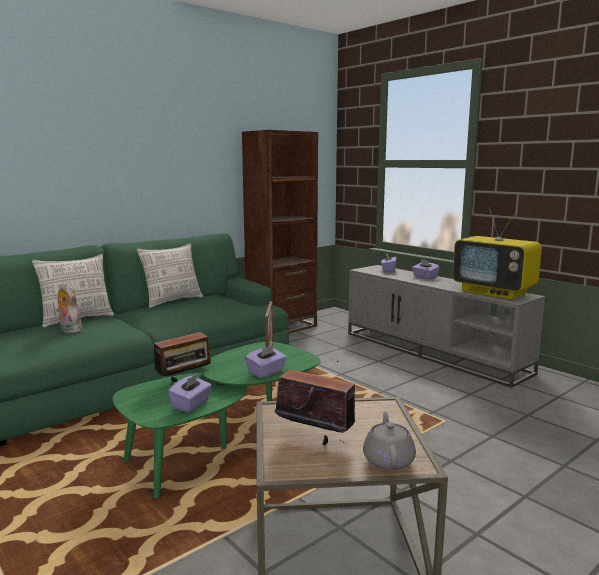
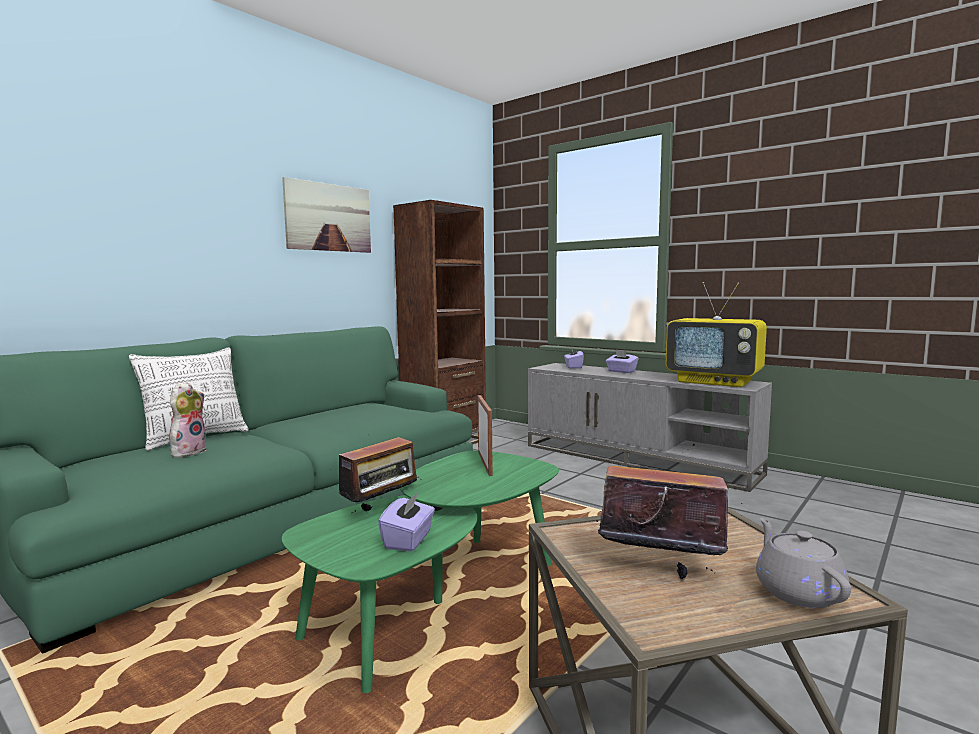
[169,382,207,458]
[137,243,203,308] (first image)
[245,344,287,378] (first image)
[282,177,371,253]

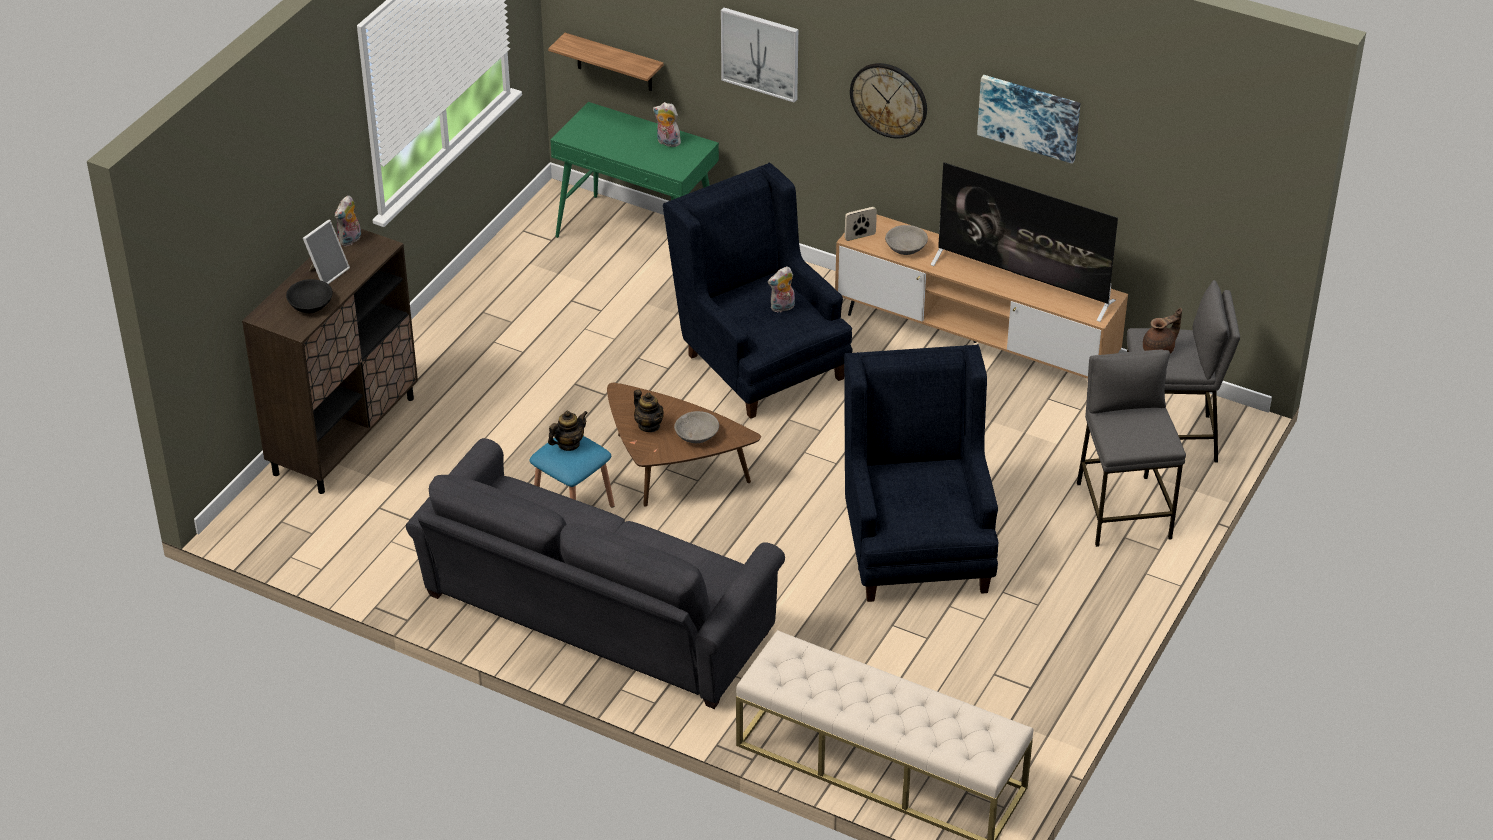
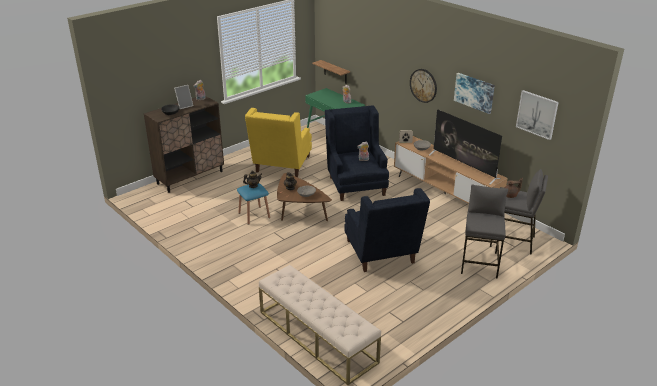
[406,438,785,709] (first image)
[516,90,559,140]
[344,188,430,272]
[245,108,312,177]

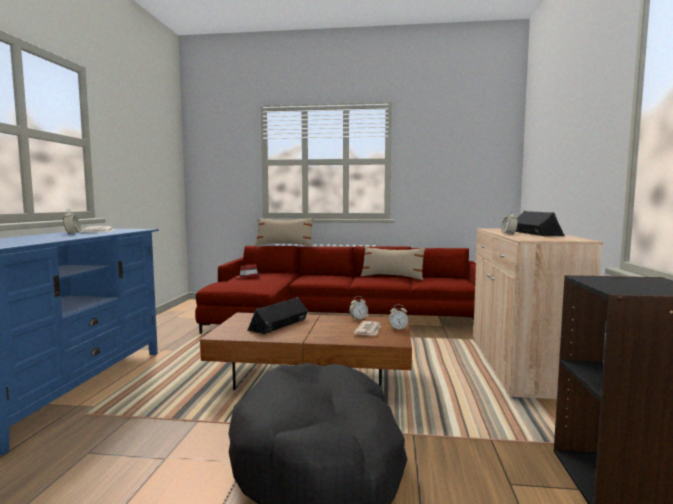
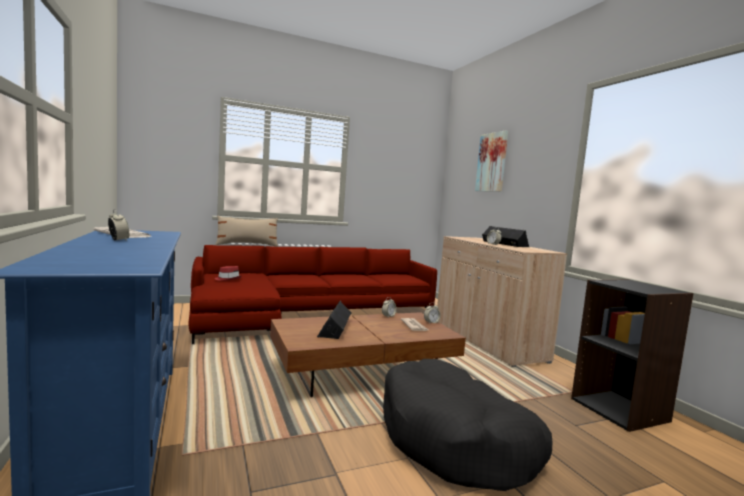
[361,247,426,280] (first image)
[475,130,508,192]

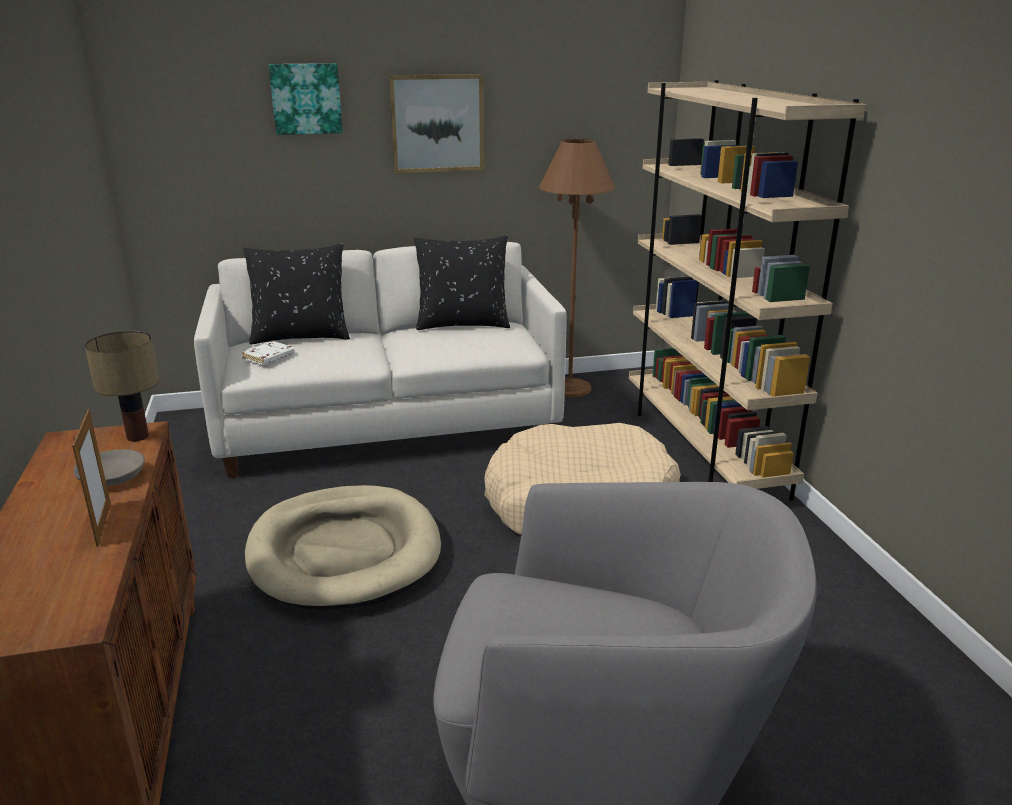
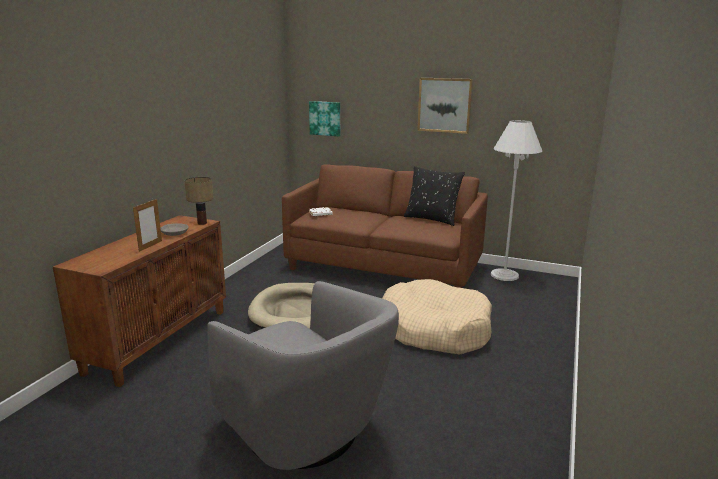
[282,164,488,288]
[243,243,350,345] (first image)
[309,101,340,136]
[491,120,542,281]
[629,80,866,501] (first image)

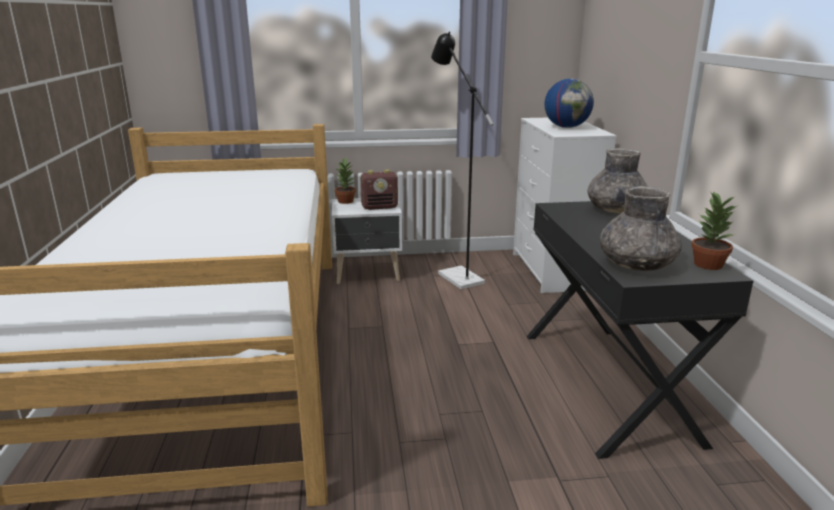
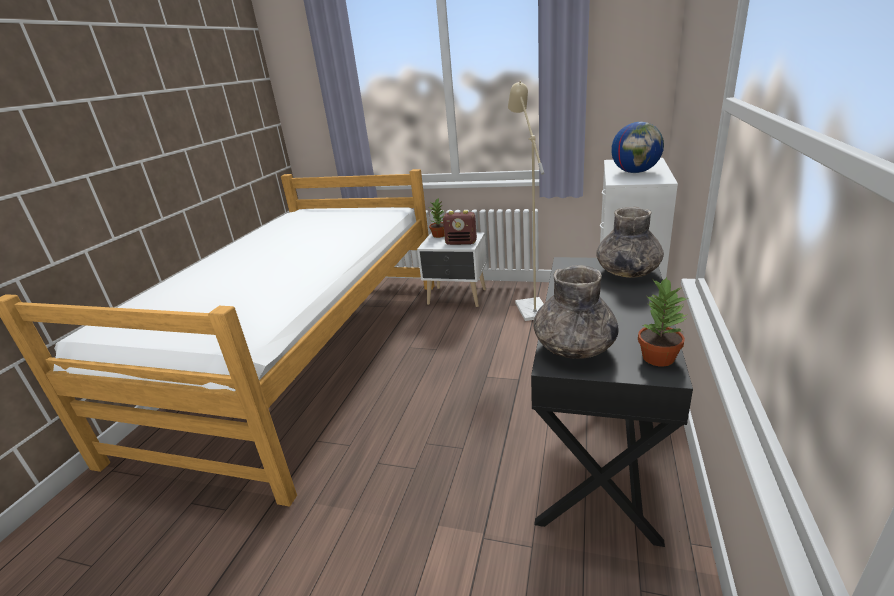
[508,81,544,321]

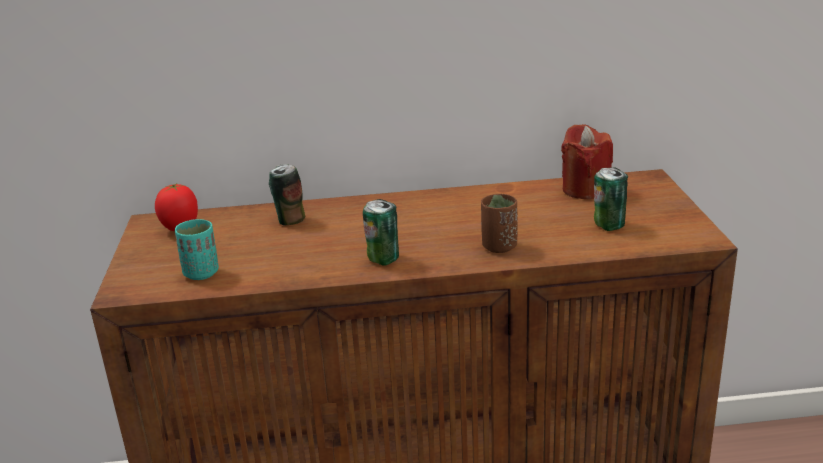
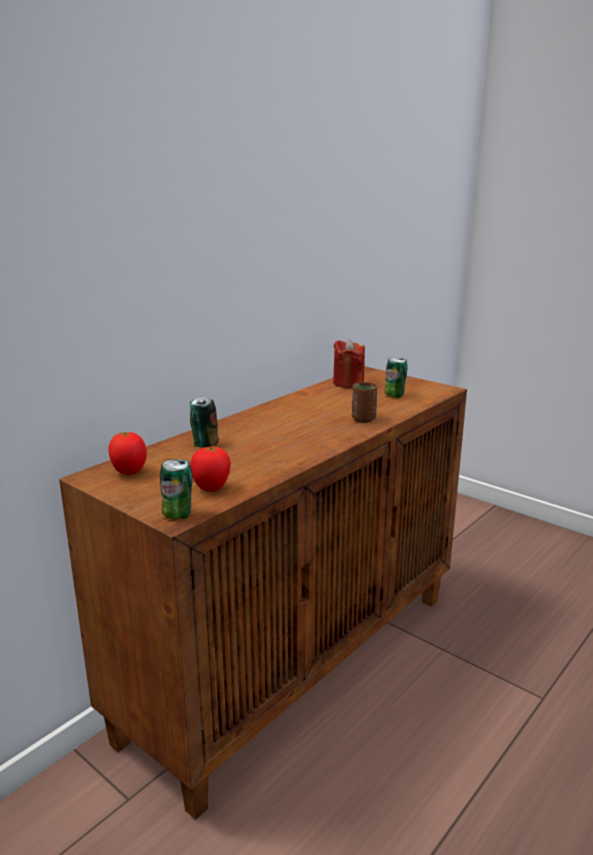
[190,446,231,492]
[160,459,193,519]

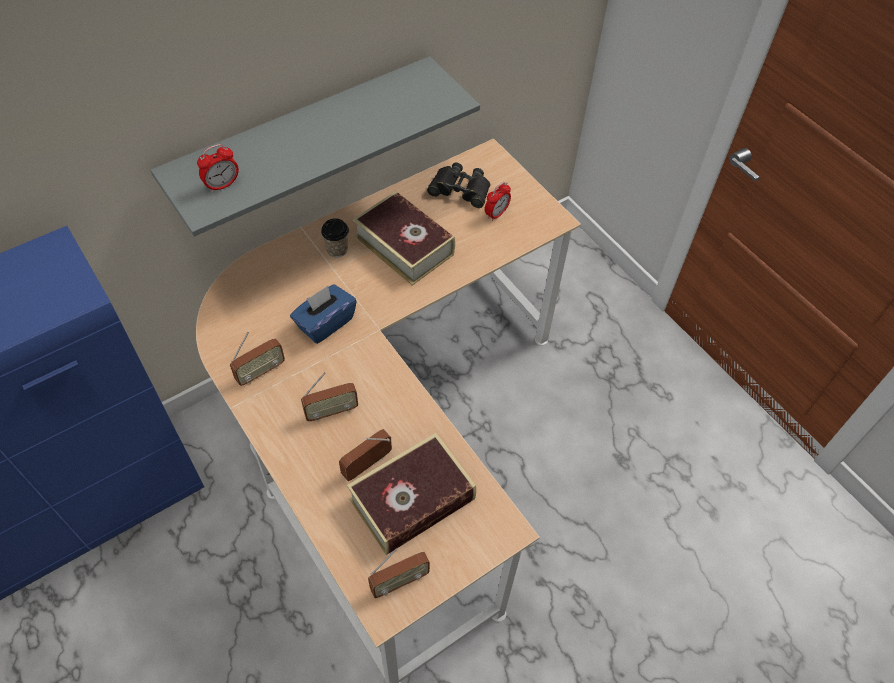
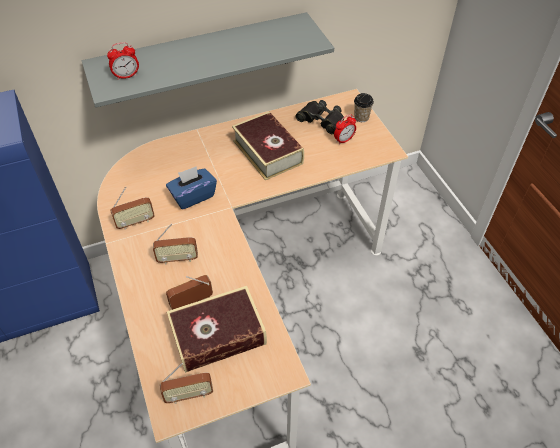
[354,93,374,122]

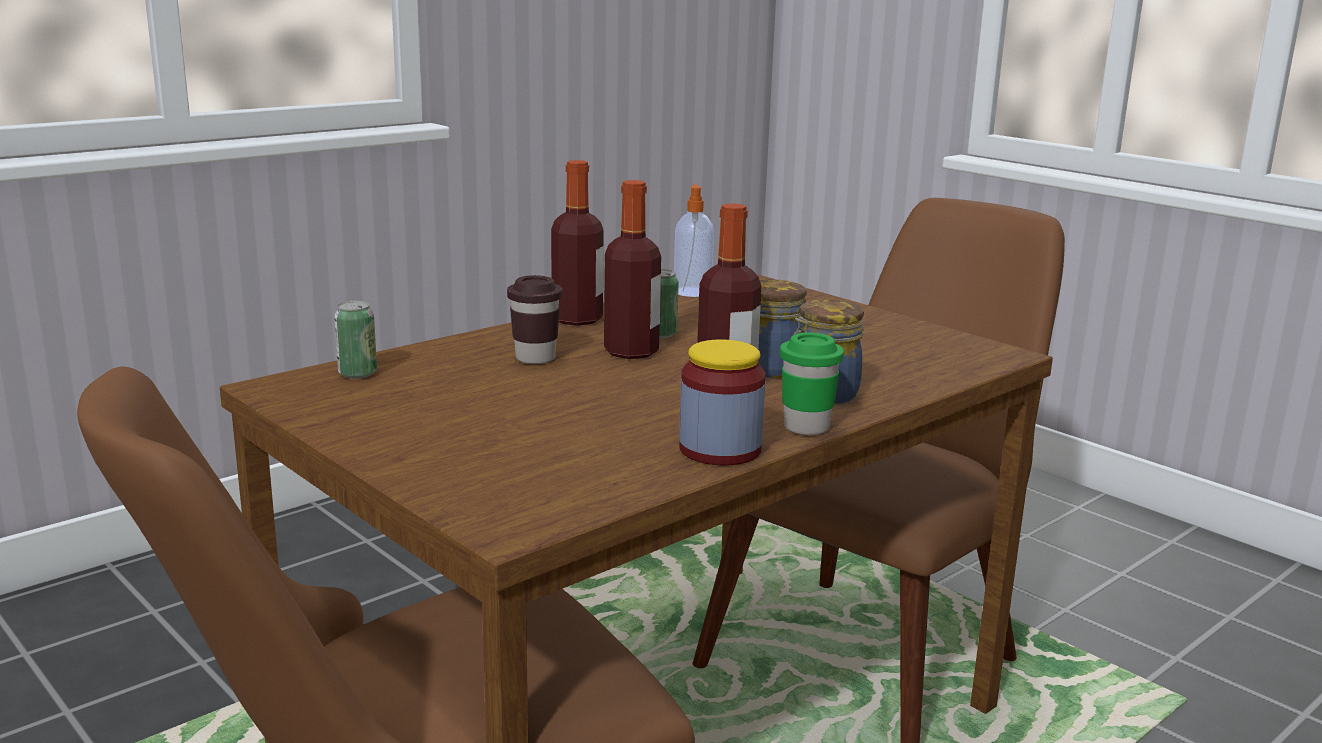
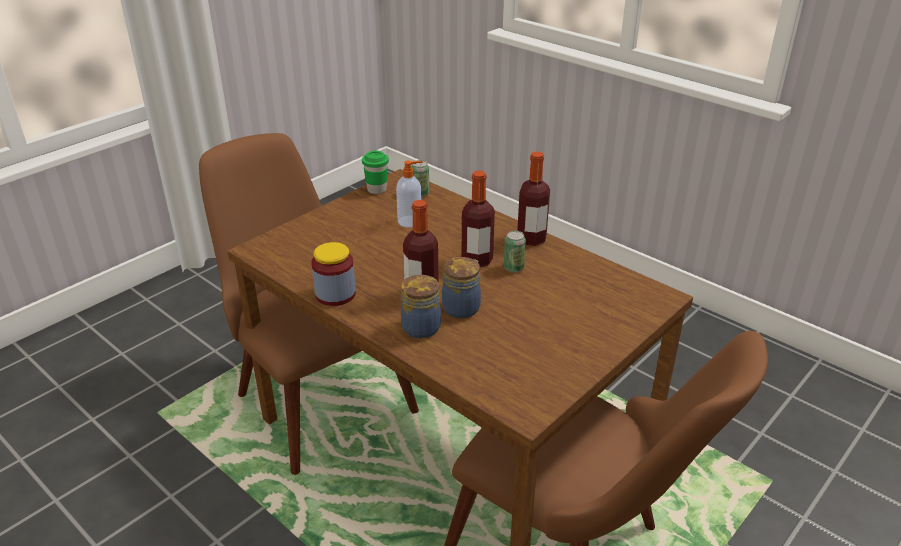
[507,275,562,364] (first image)
[396,161,423,228]
[362,151,389,194]

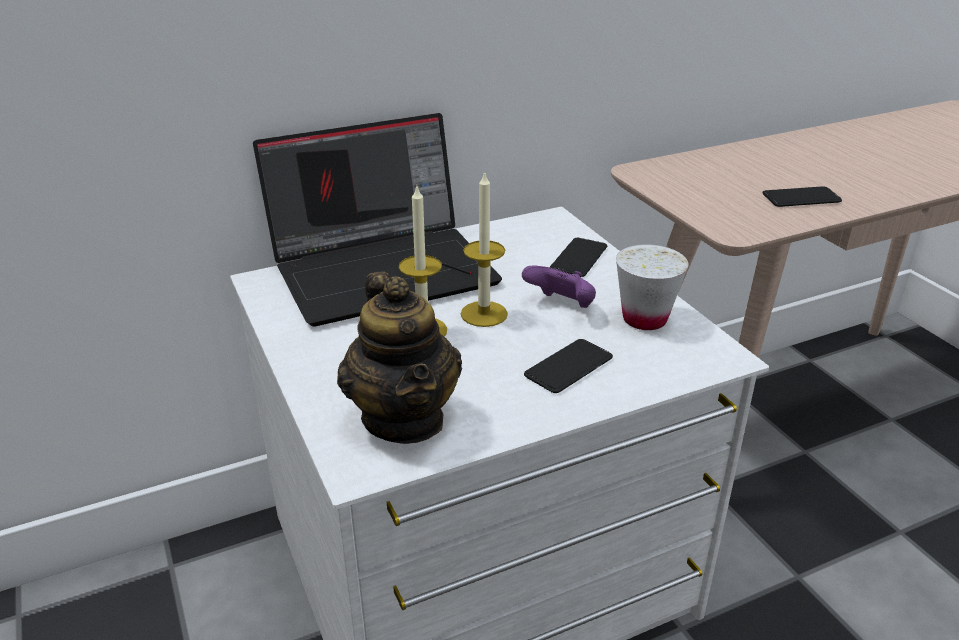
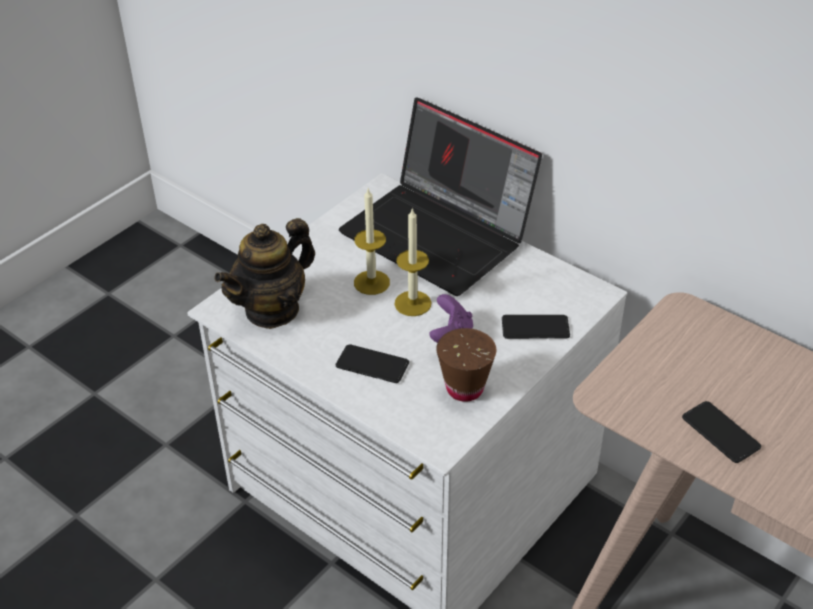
[436,328,496,402]

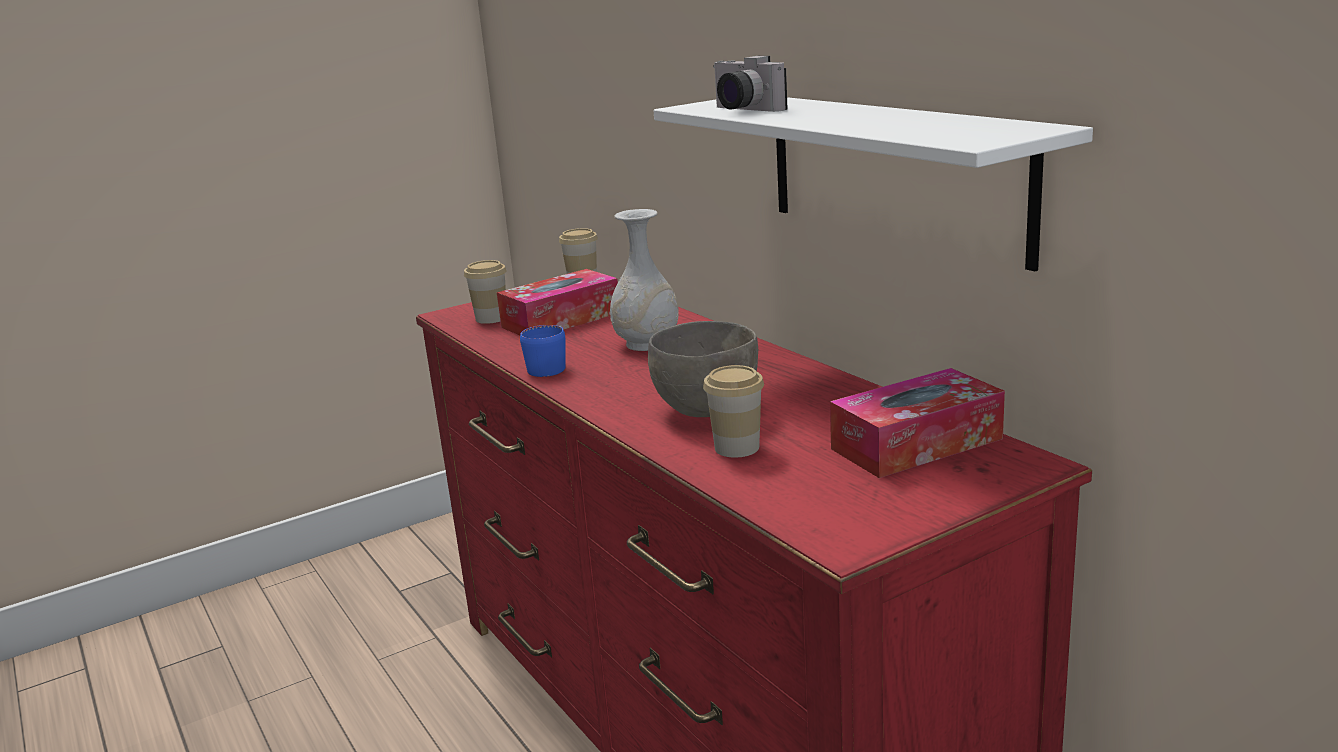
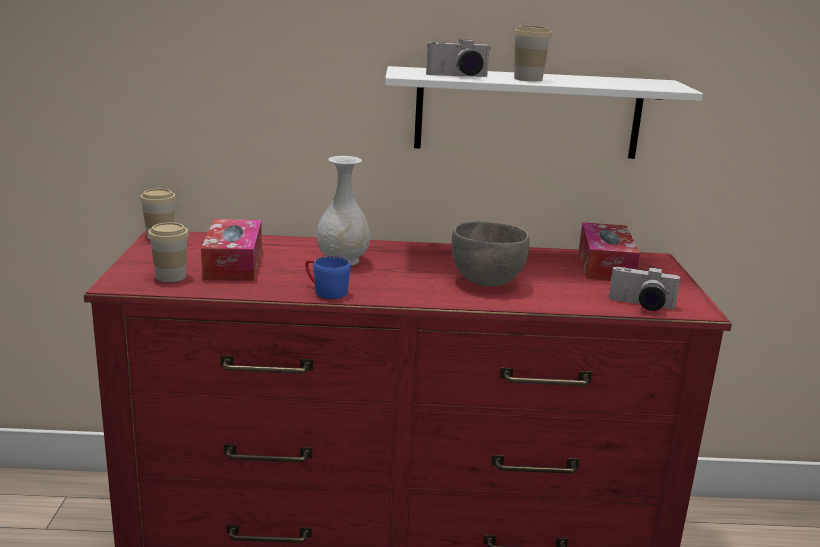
[514,26,552,81]
[609,267,681,311]

